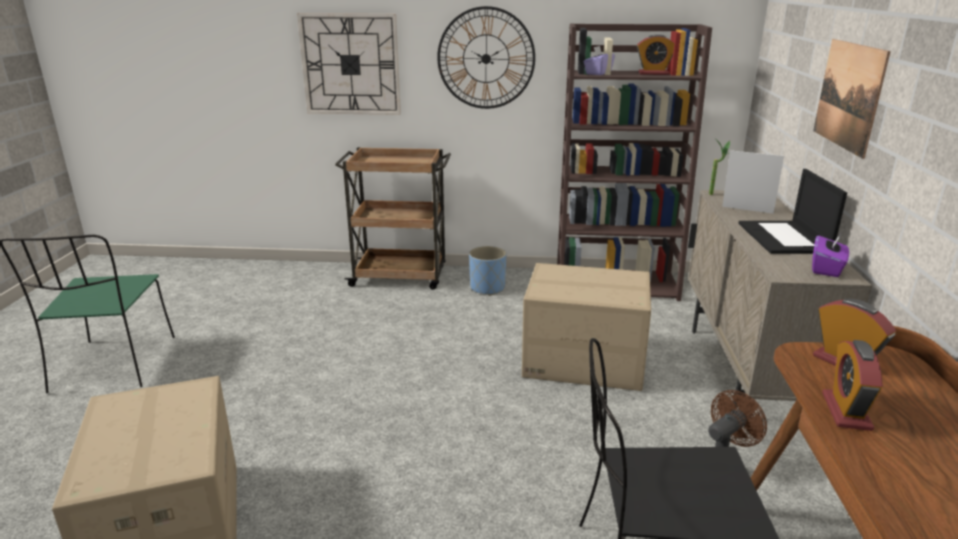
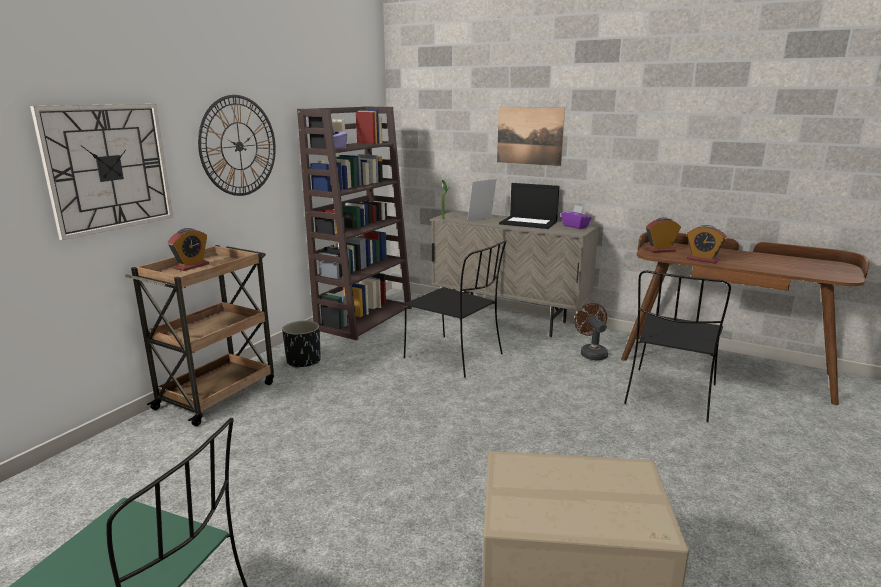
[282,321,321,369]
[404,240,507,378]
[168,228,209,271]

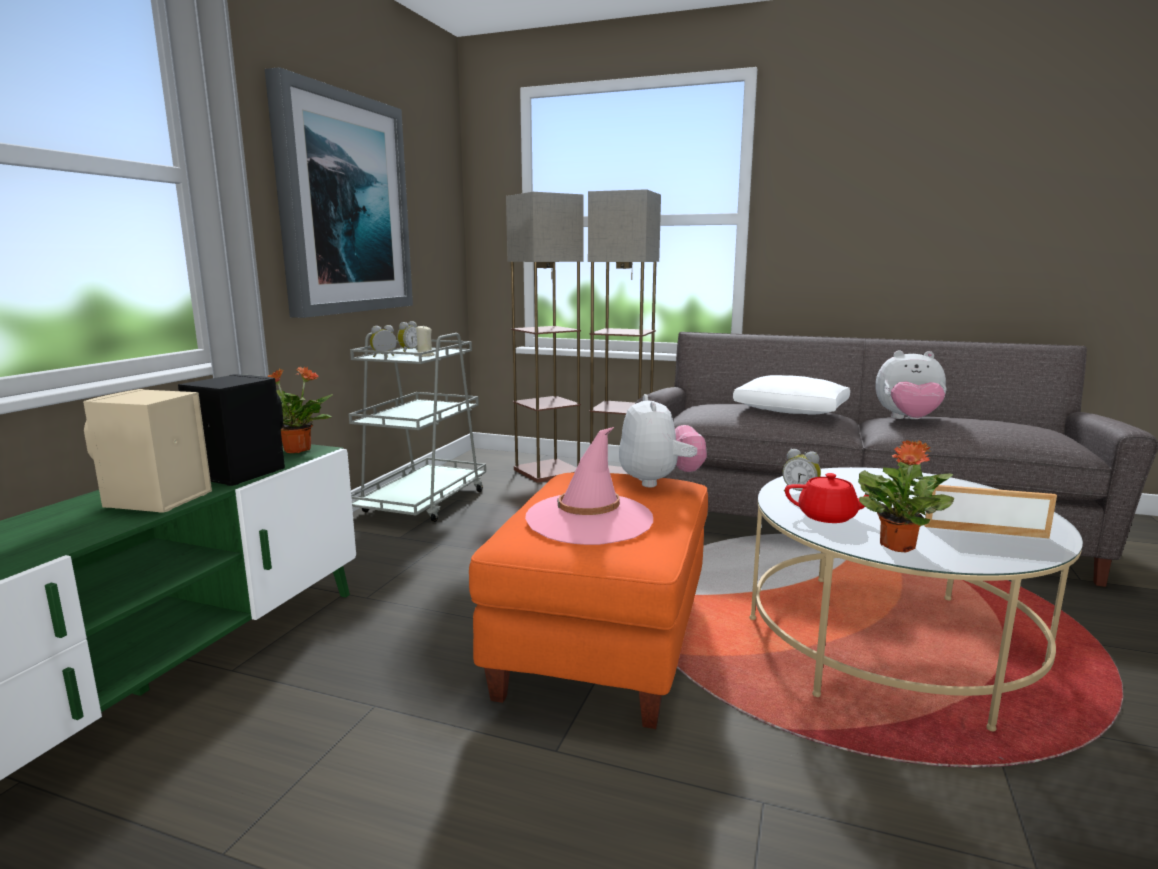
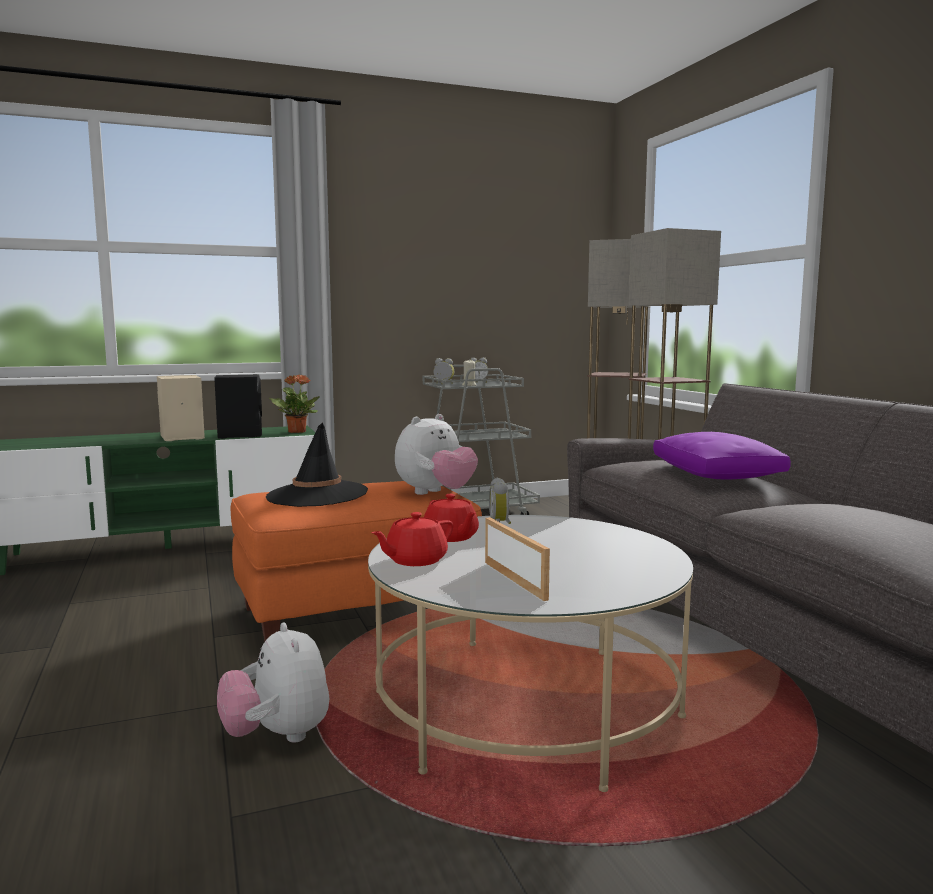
[265,67,413,318] (first image)
[266,422,368,507]
[653,432,791,479]
[371,512,453,566]
[217,622,330,743]

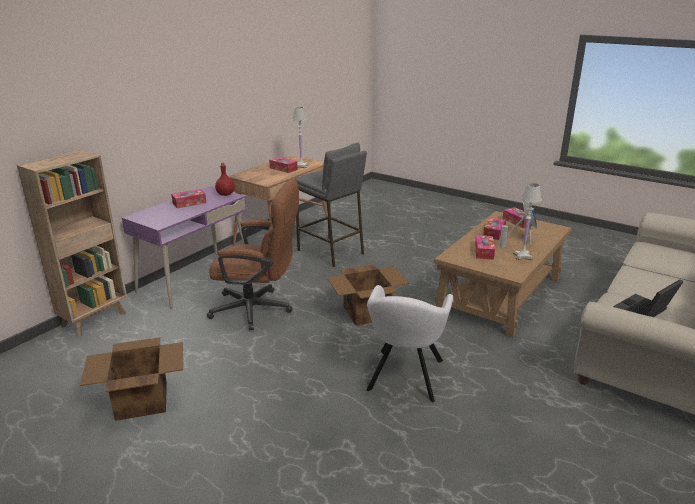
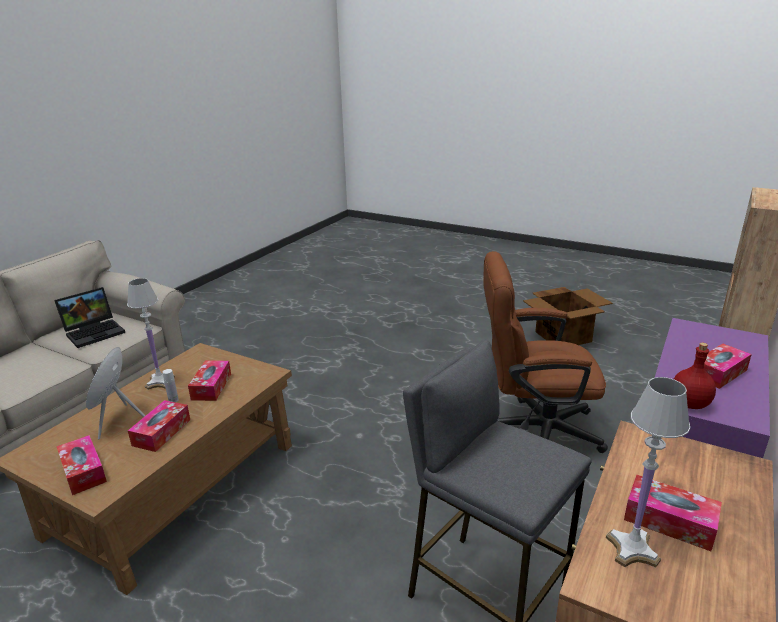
[327,264,410,326] (first image)
[366,285,453,402] (first image)

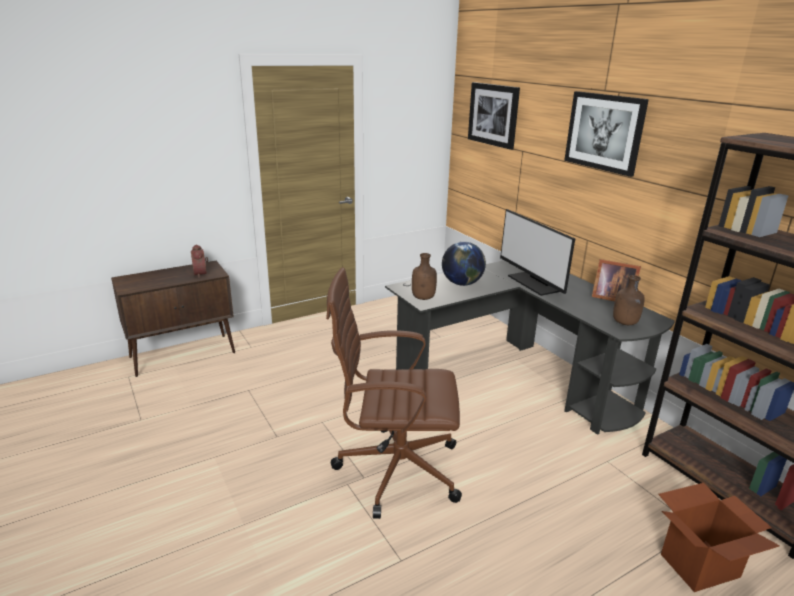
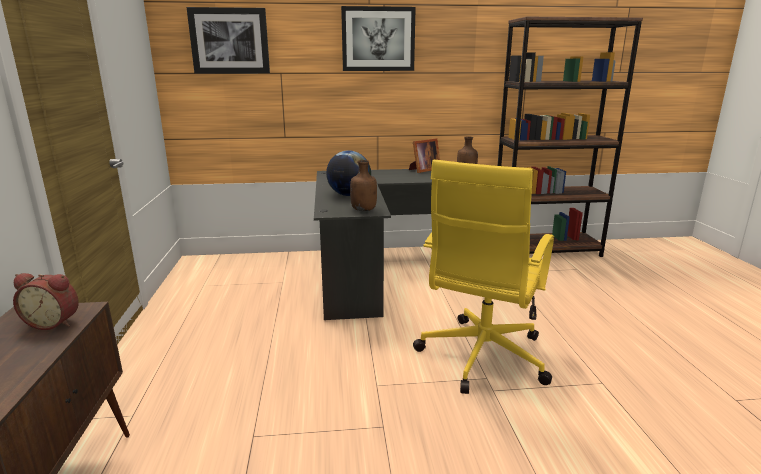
[413,160,554,394]
[500,209,575,296] (first image)
[658,483,780,592] (first image)

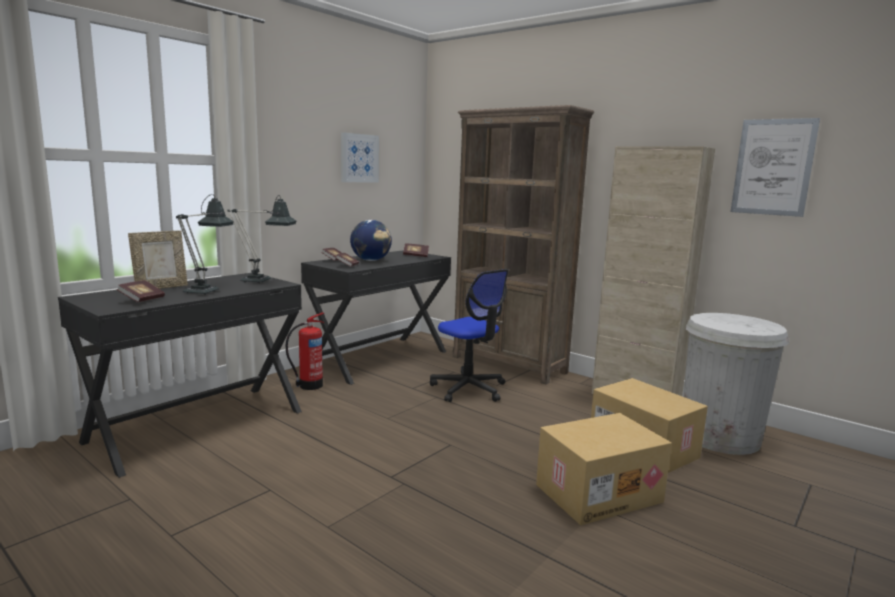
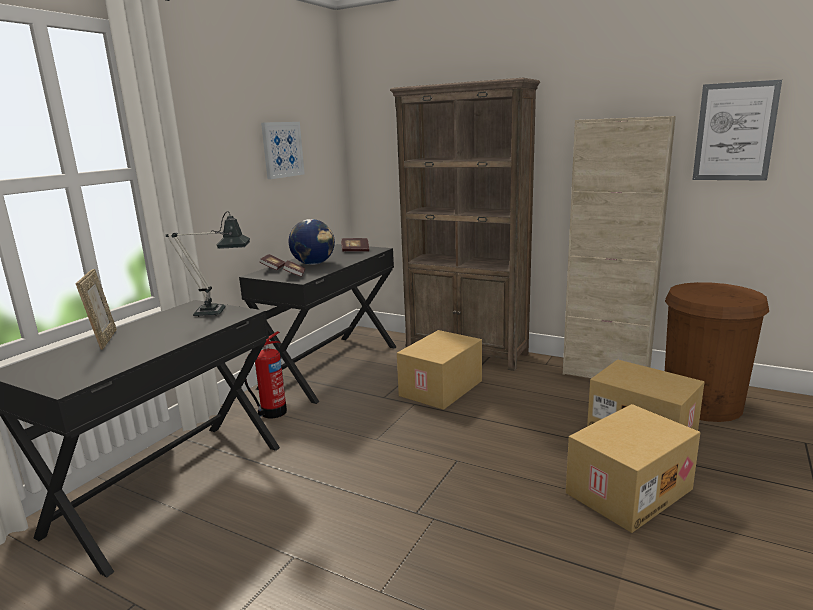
[117,280,165,302] (first image)
[76,269,117,350]
[176,194,234,295] (first image)
[397,330,482,410]
[665,282,769,422]

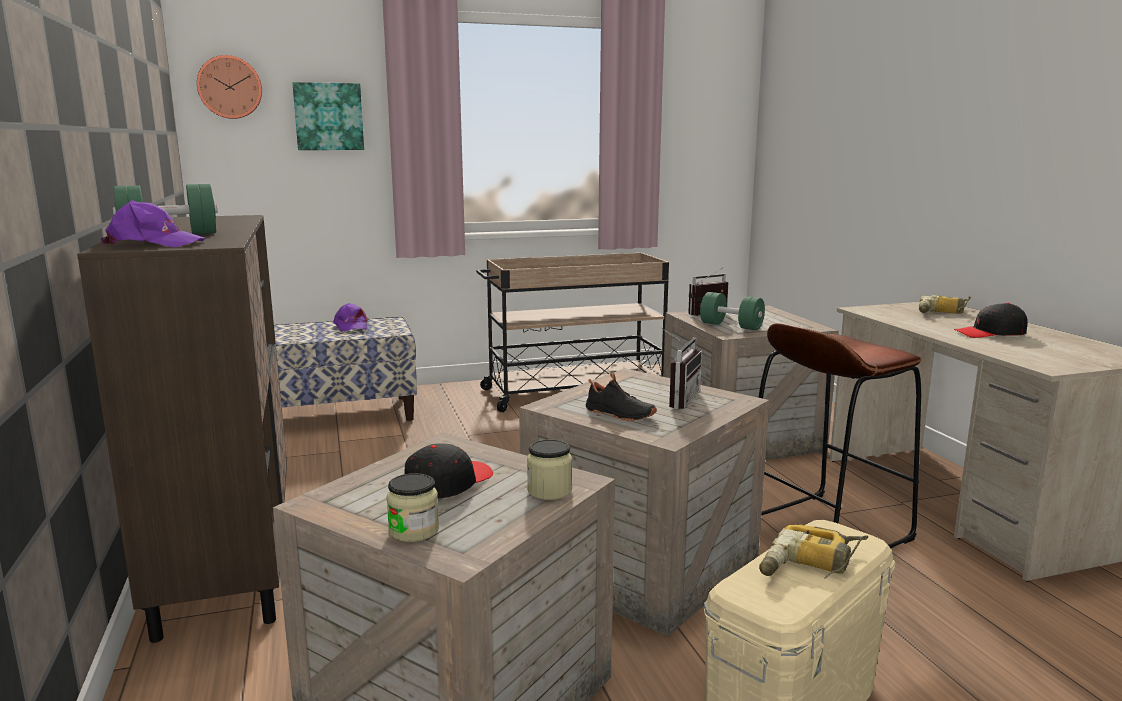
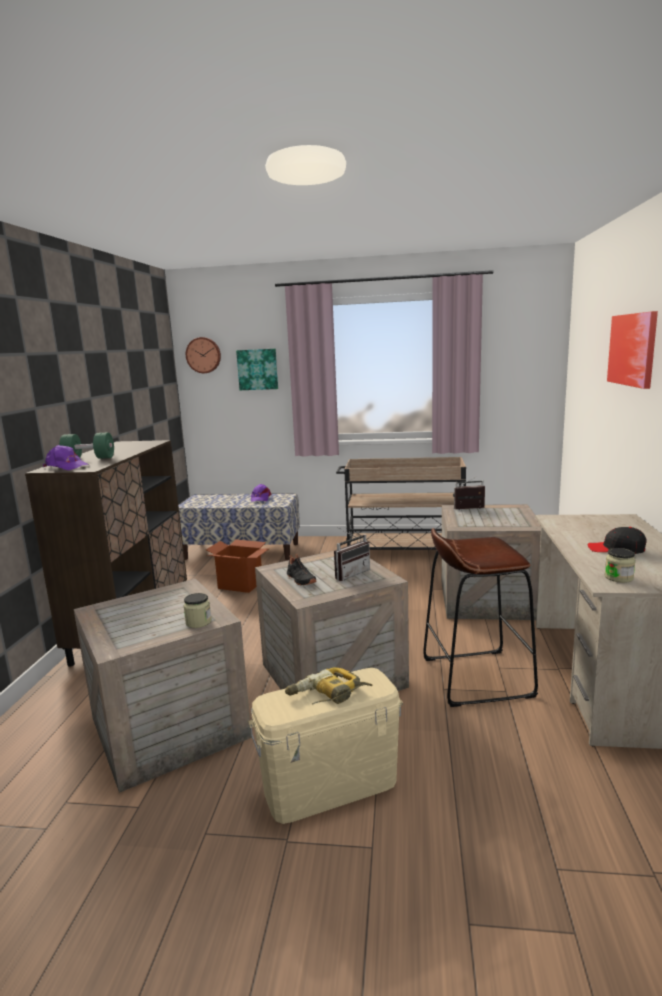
[605,548,636,583]
[405,443,493,499] (first image)
[700,292,765,330] (first image)
[919,295,971,314] (first image)
[206,540,269,593]
[607,311,658,389]

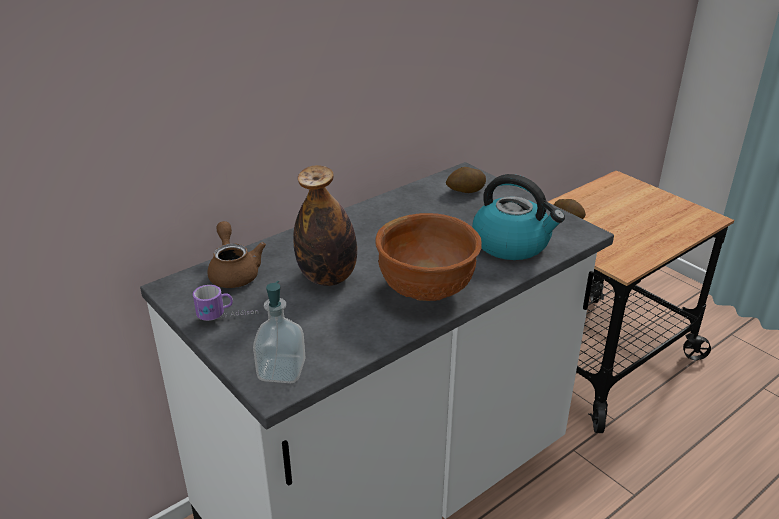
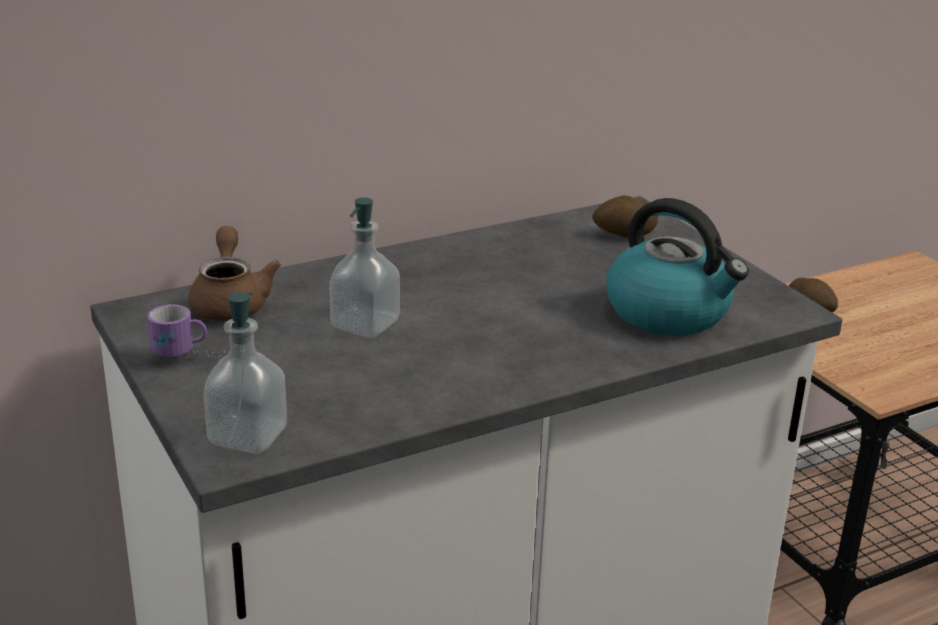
[329,197,400,338]
[375,213,482,301] (first image)

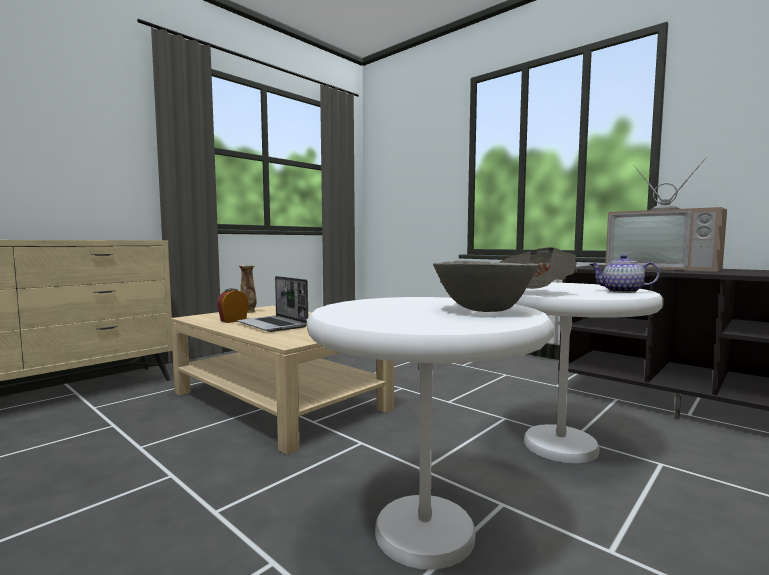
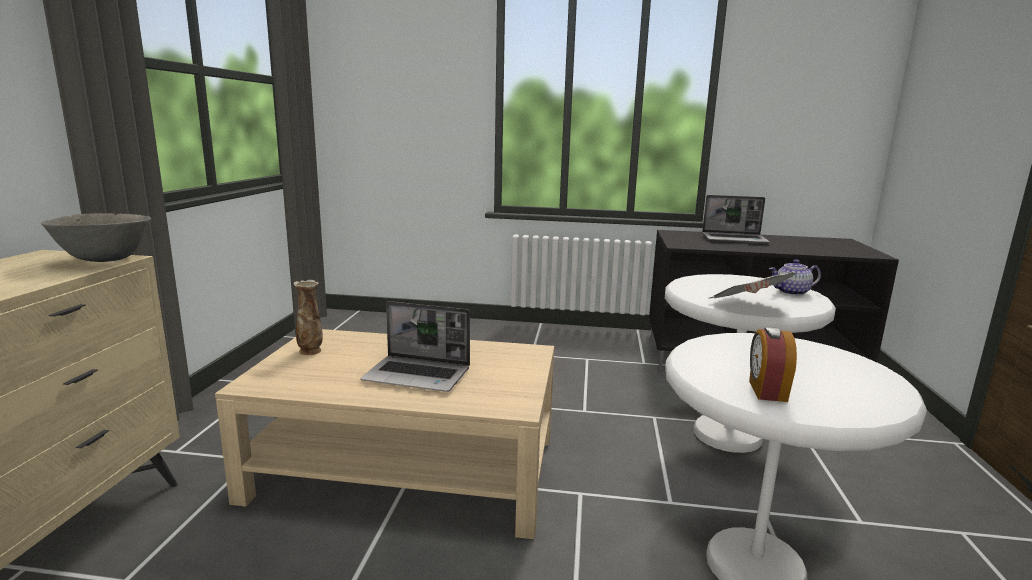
[749,326,797,402]
[41,213,151,262]
[702,195,770,244]

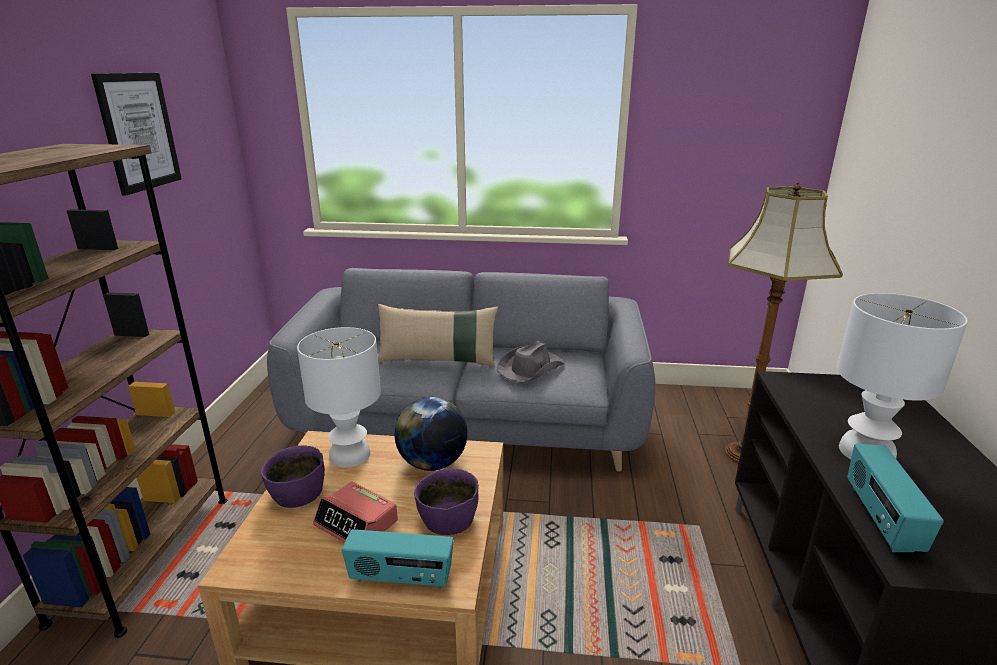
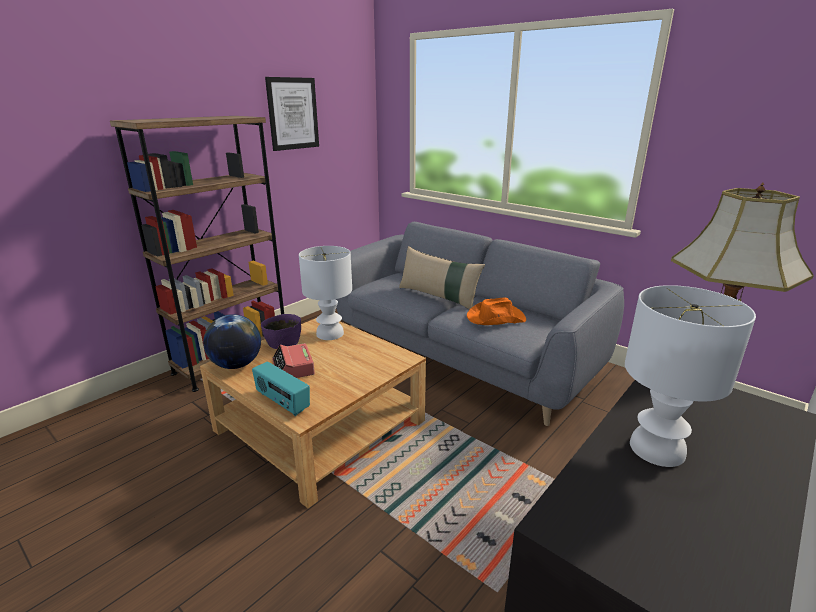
[203,314,261,369]
[414,468,479,535] (first image)
[467,297,526,325]
[847,444,944,552] (first image)

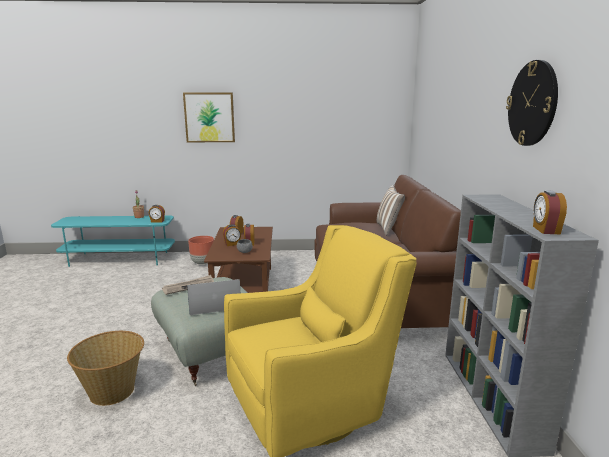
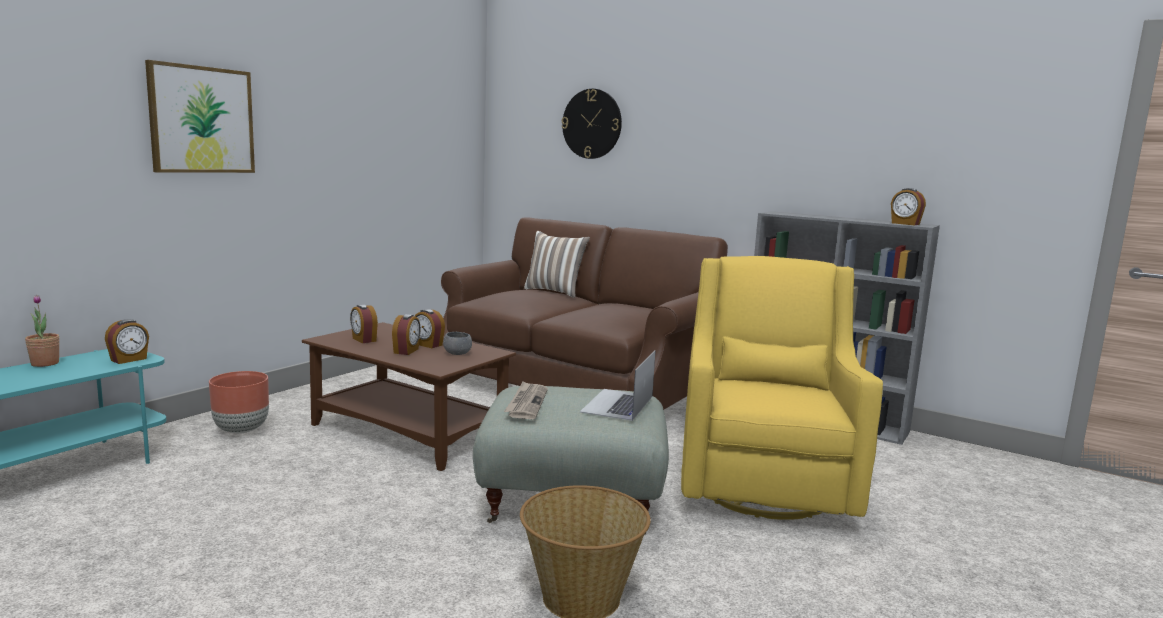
[562,89,622,159]

